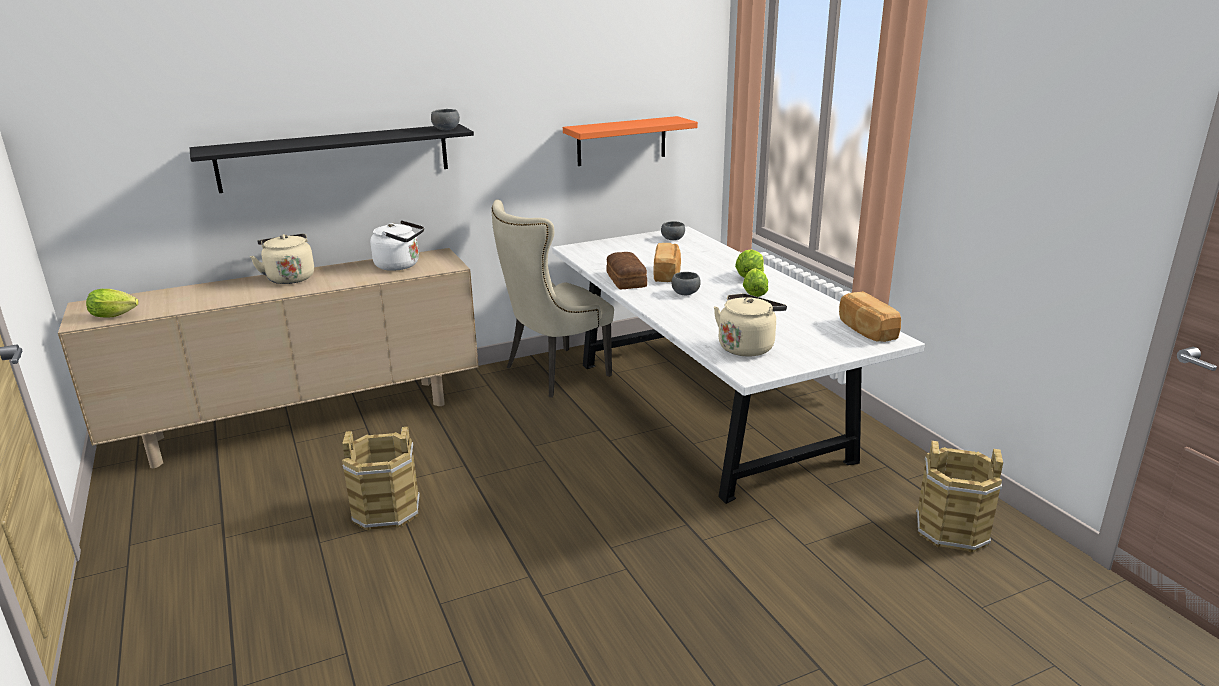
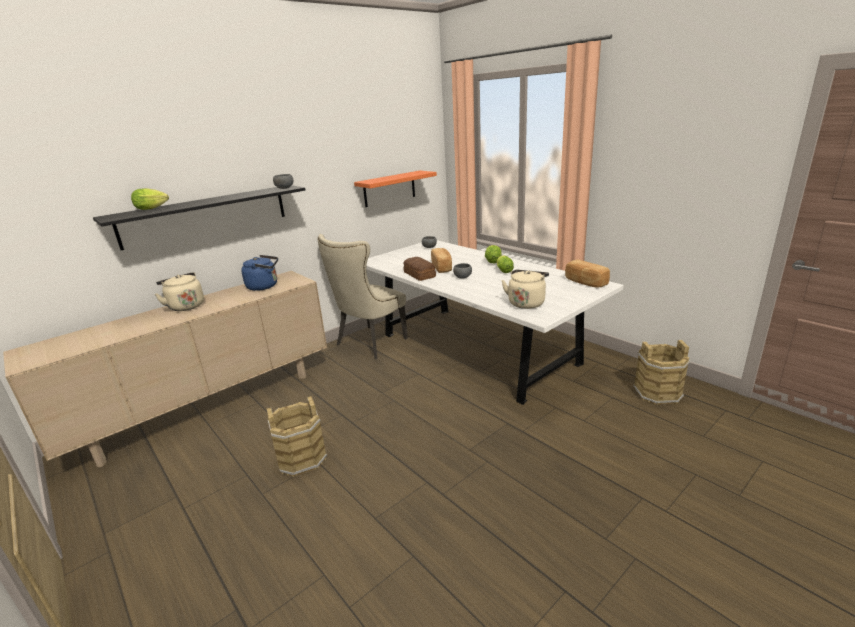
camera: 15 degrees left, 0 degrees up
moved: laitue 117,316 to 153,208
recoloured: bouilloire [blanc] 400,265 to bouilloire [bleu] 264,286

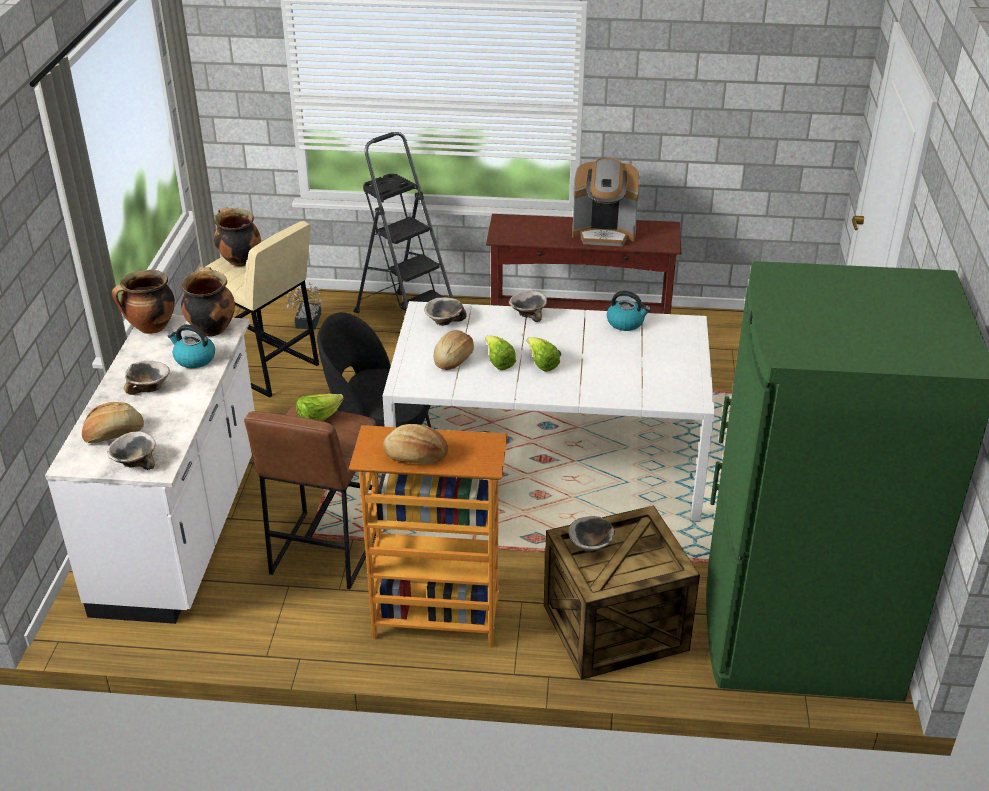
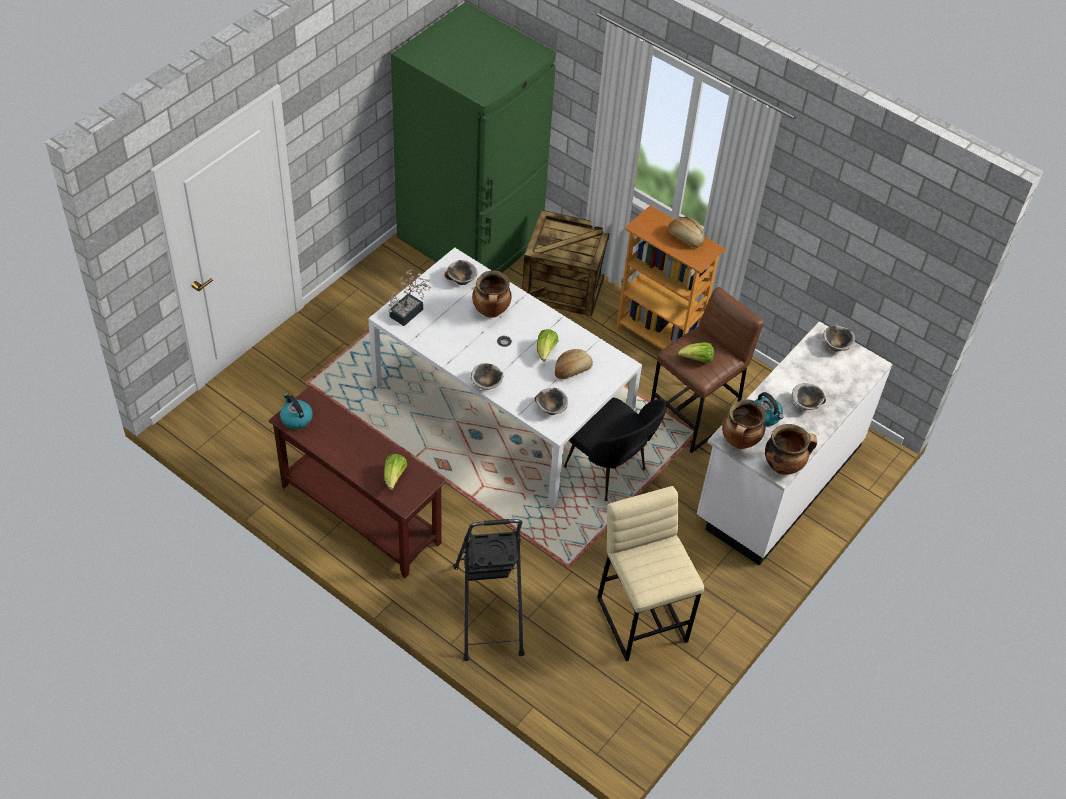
camera: 150 degrees left, 15 degrees up
removed: machine à café 604,233; pain 114,434
moved: marmite 239,260 to 491,312; plante en pot 307,323 to 409,311; bouilloire 626,323 to 296,418; laitue 542,364 to 394,477; bol 591,546 to 462,280

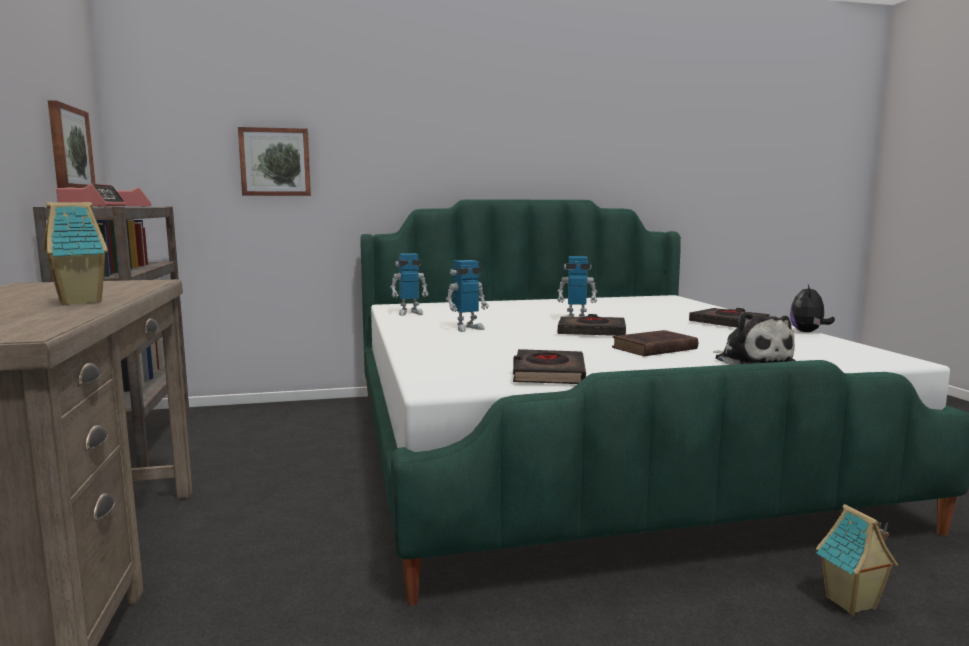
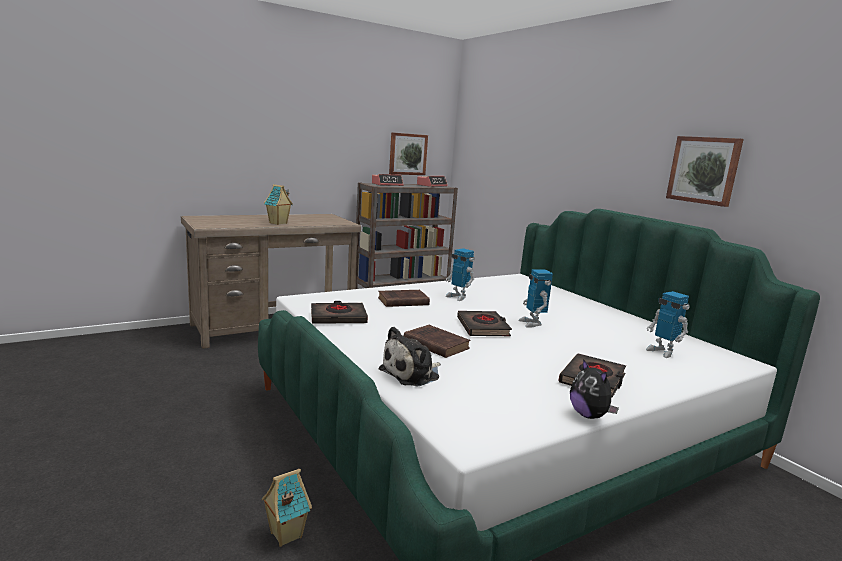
camera: 70 degrees right, 5 degrees up
added: livre [marron] 401,301
moved: tableau 275,162 to 704,170; robot jouet 410,313 to 662,352
turned: peluche 808,332 = 589,415 120 degrees counterclockwise

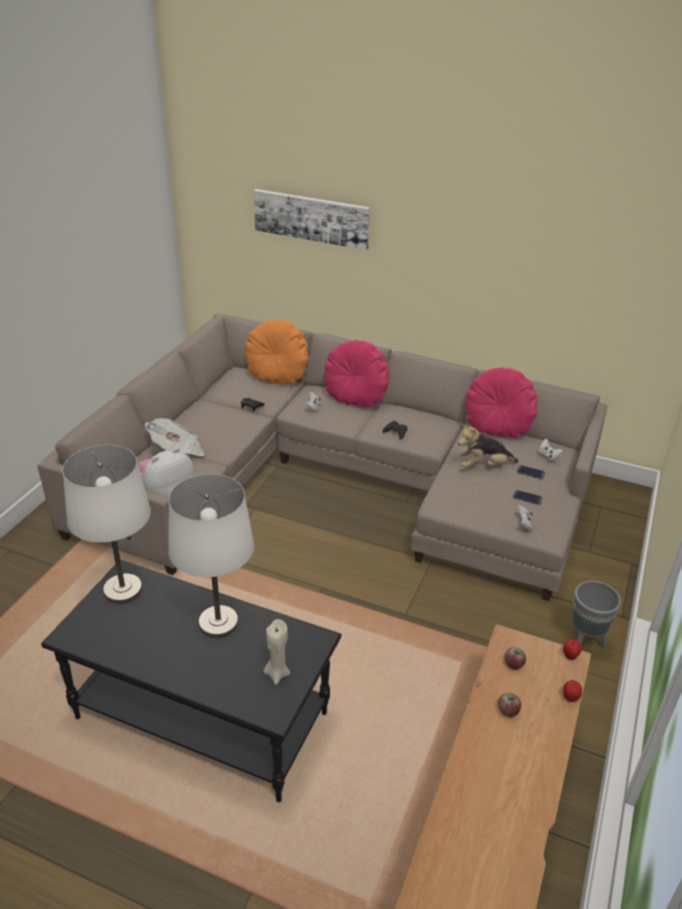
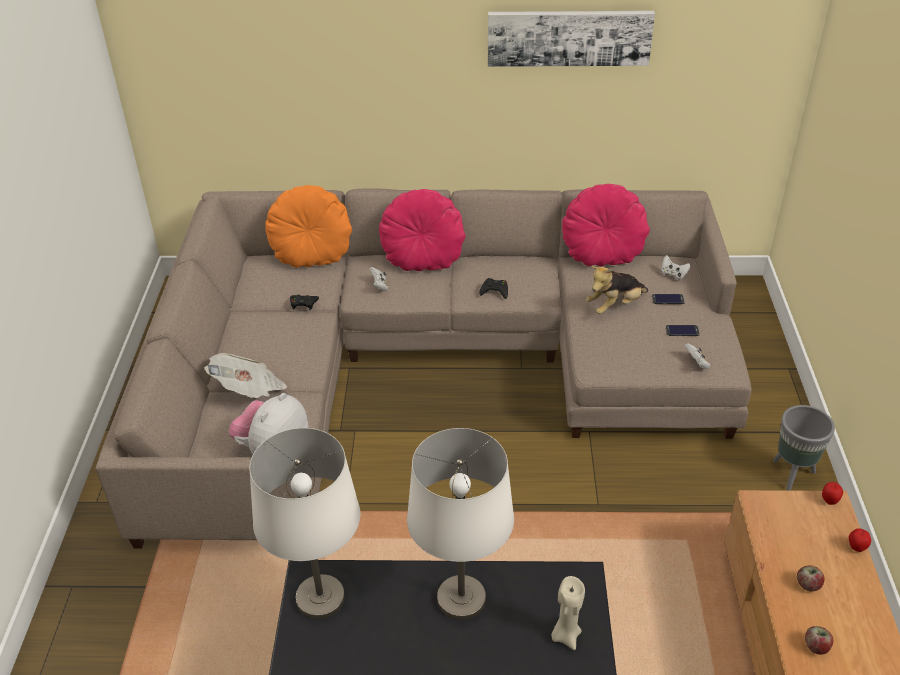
camera: 20 degrees left, 5 degrees up
moved: tableau 312,218 to 569,37; pomme 514,664 to 816,647

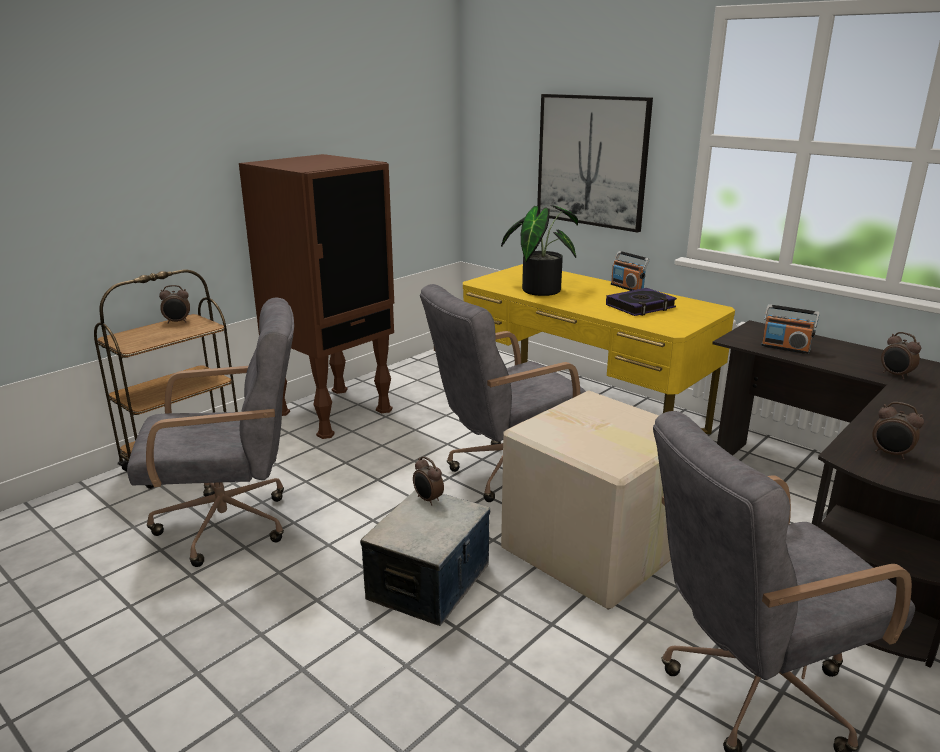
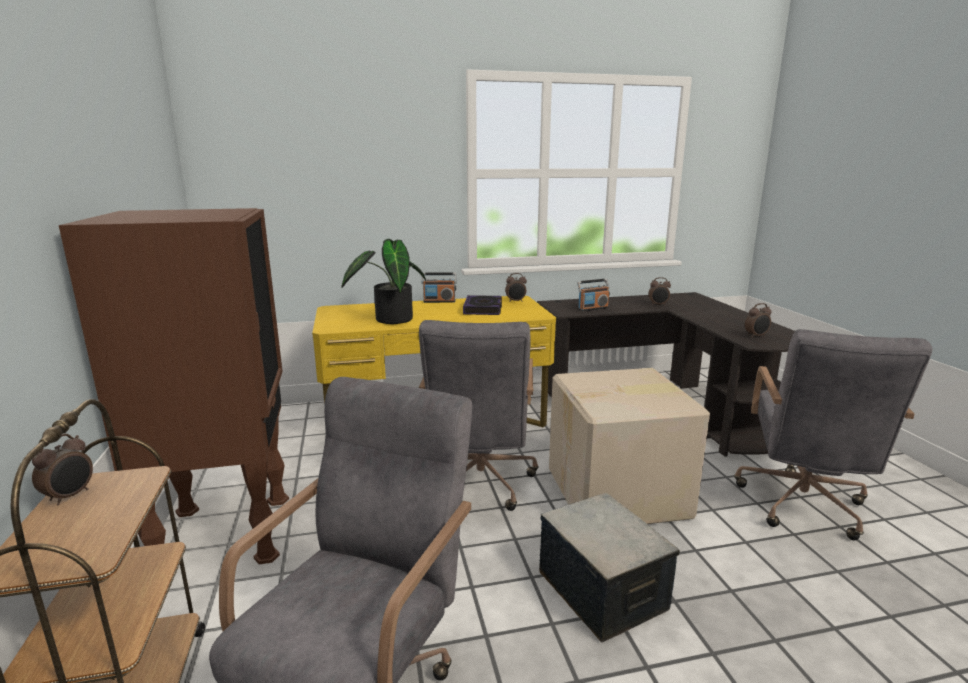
camera: 55 degrees left, 5 degrees down
removed: tableau 592,161
moved: réveil 428,500 to 515,301

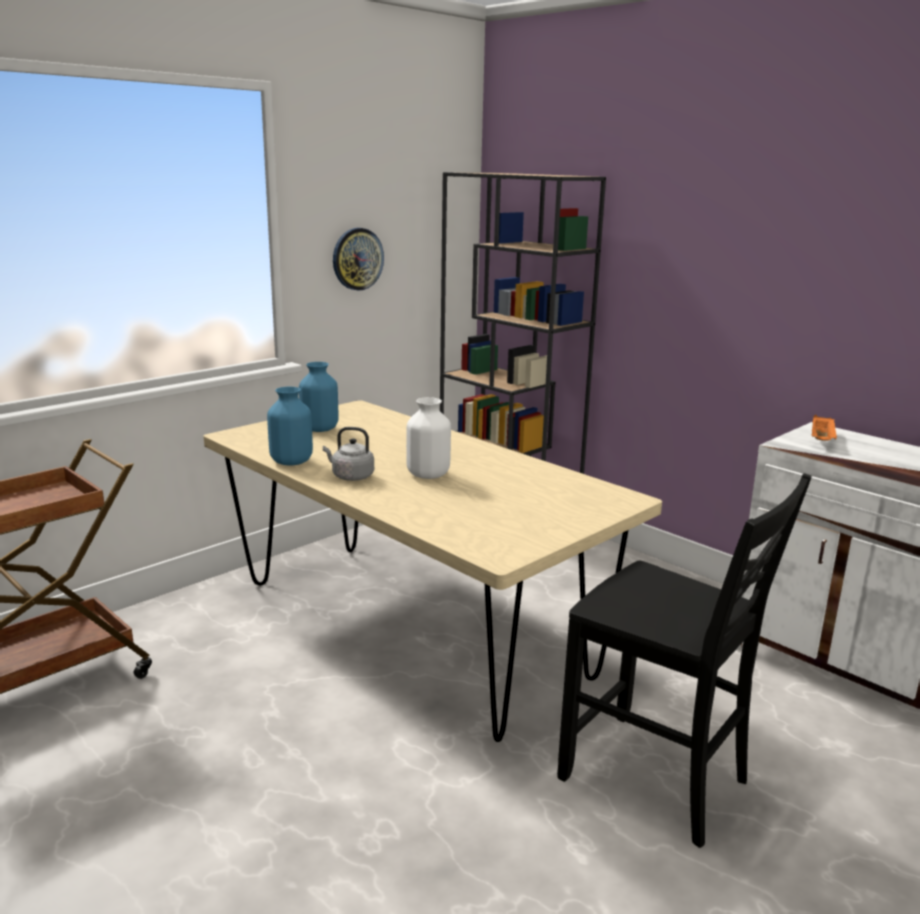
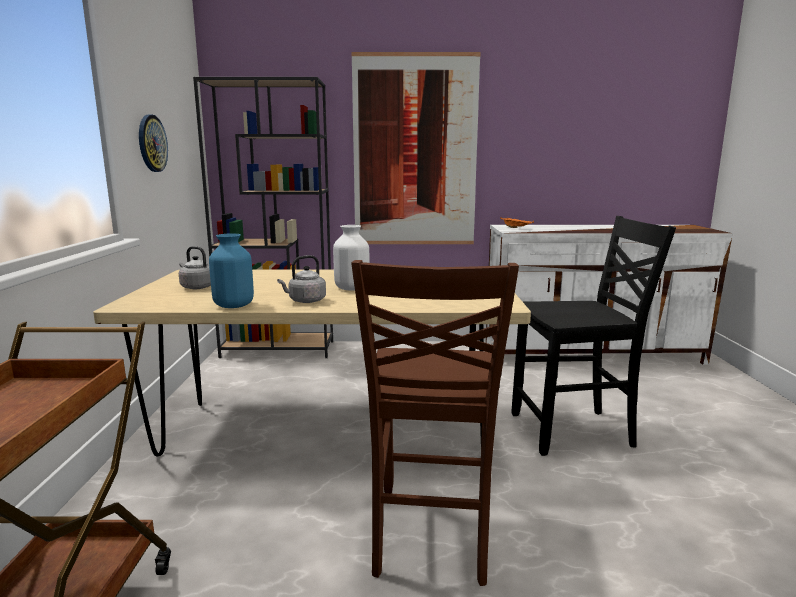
camera: 45 degrees left, 5 degrees down
added: tableau 415,152; chaise [marron] 431,534
replaced: vase [bleu] 319,429 to bouilloire [gris] 196,287

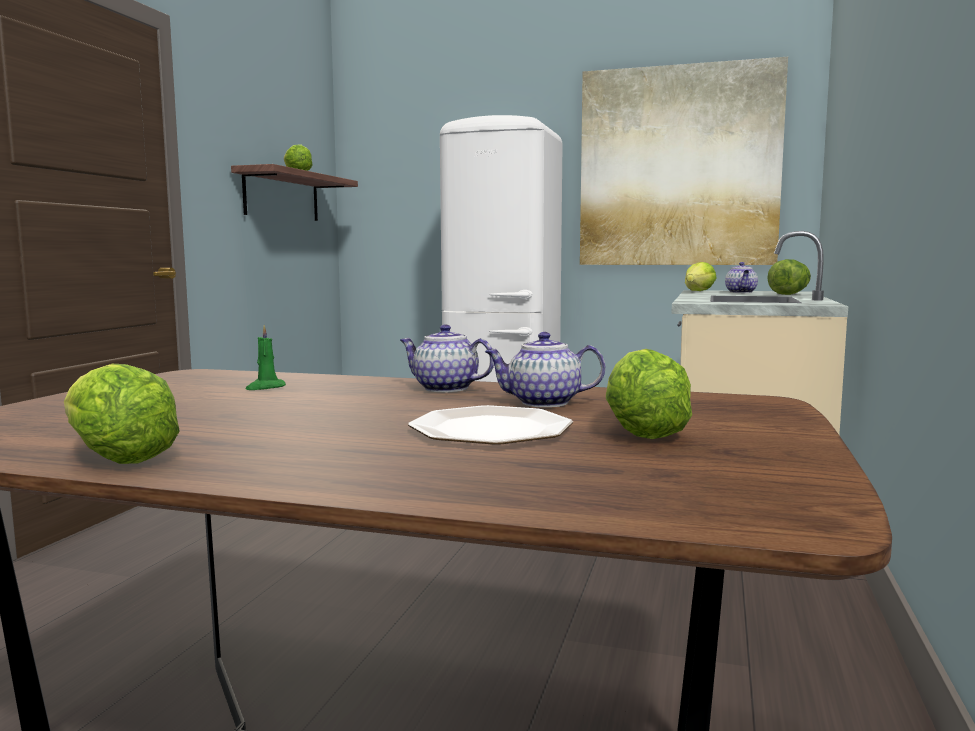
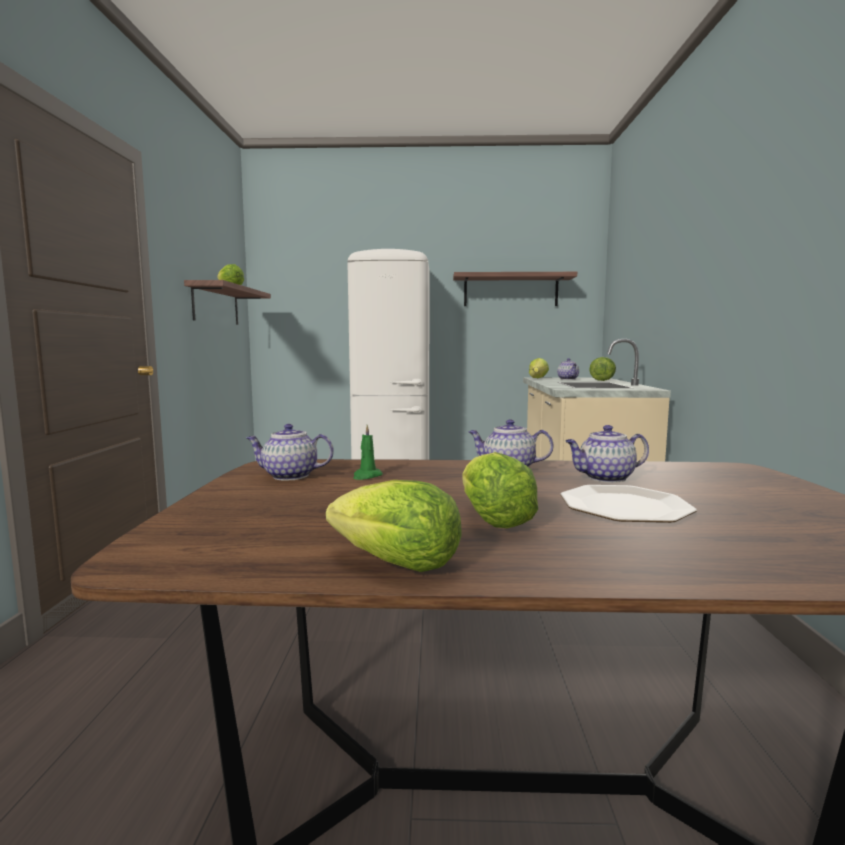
camera: 15 degrees left, 0 degrees up
added: théière 289,476
moved: laitue 642,432 to 493,520
replaced: tableau 678,167 to étagère 510,291

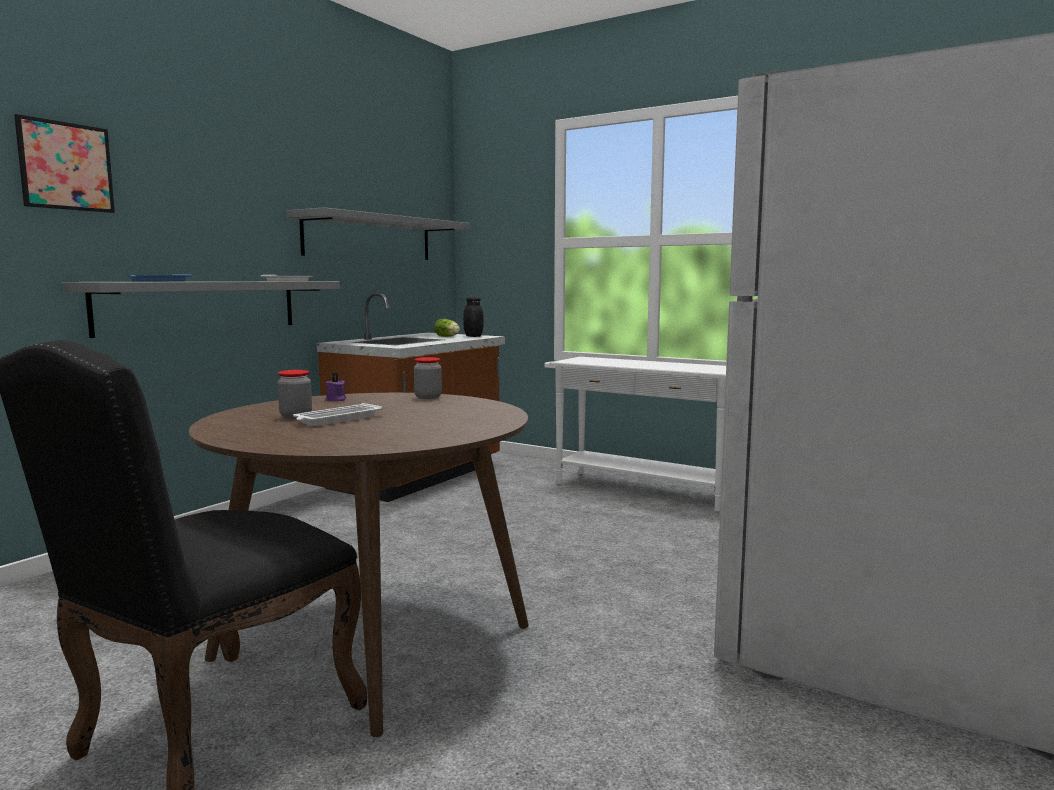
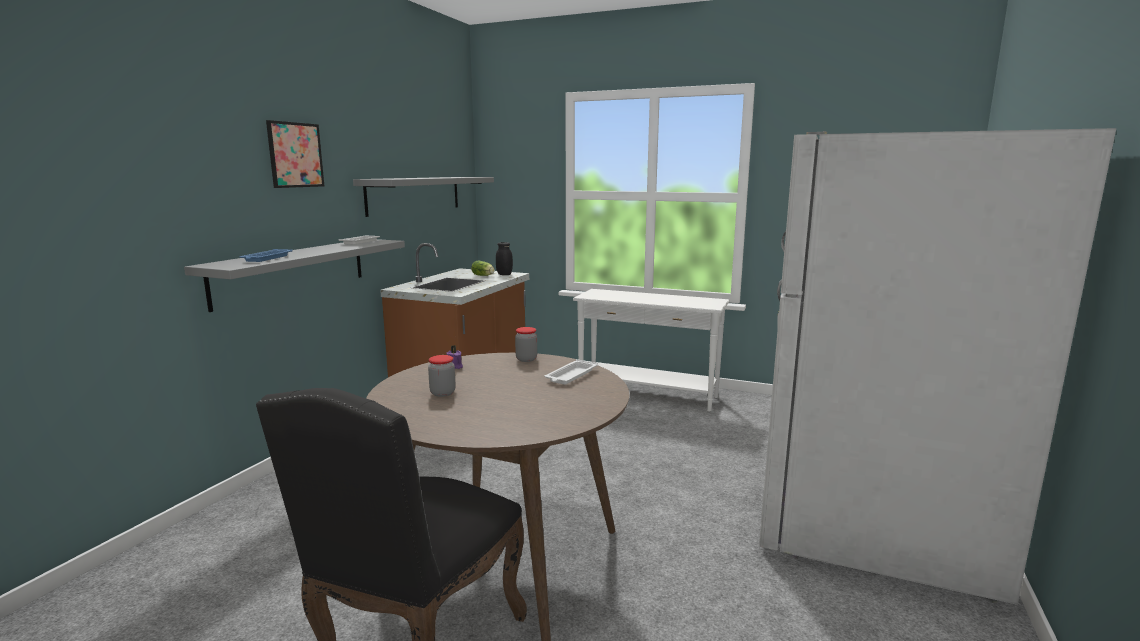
camera: 10 degrees left, 5 degrees up
moved: tableau 66,166 to 295,155; plateau [blanc] 337,419 to 571,376

